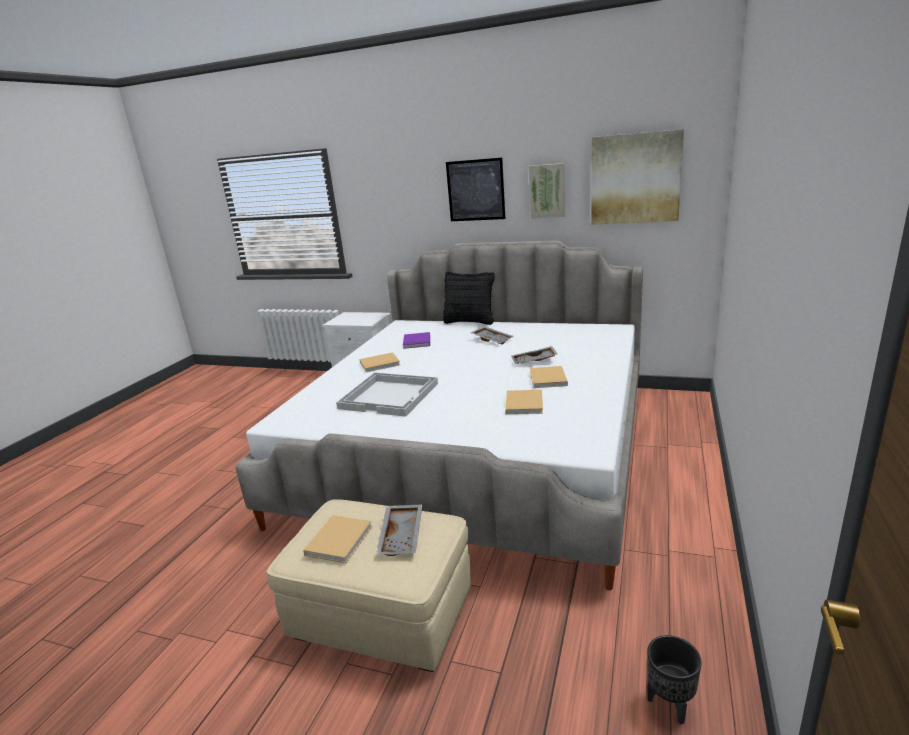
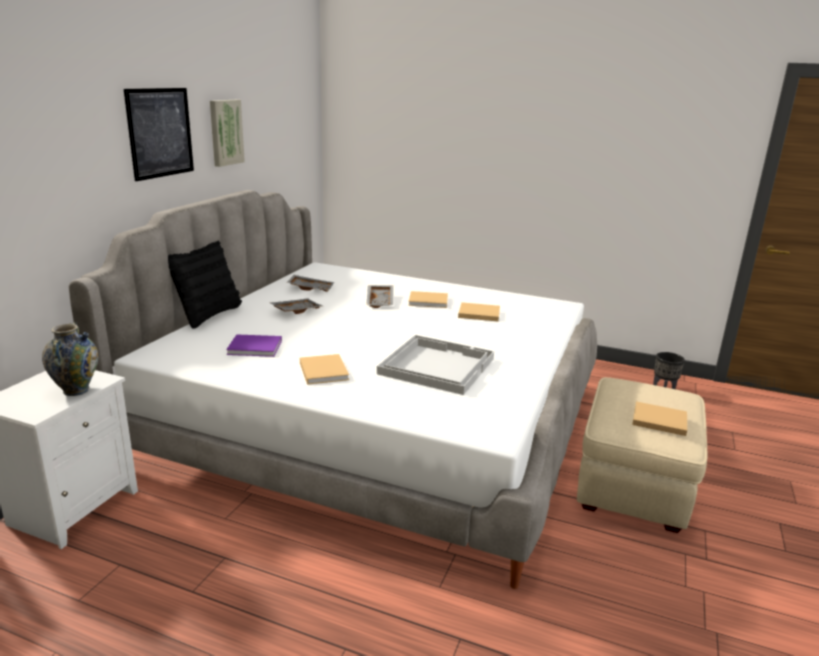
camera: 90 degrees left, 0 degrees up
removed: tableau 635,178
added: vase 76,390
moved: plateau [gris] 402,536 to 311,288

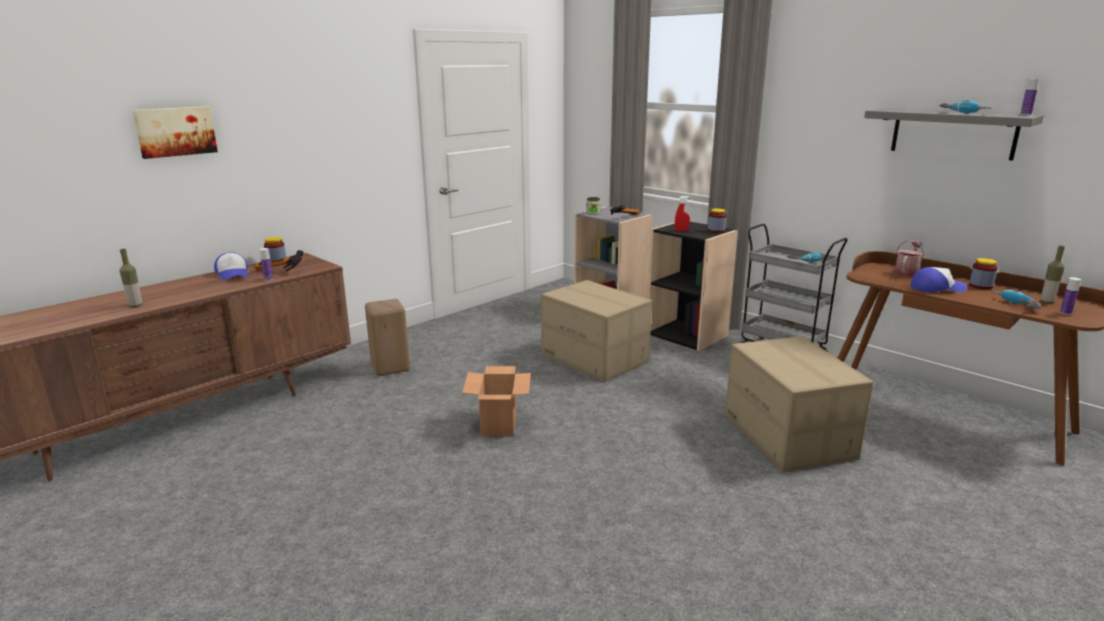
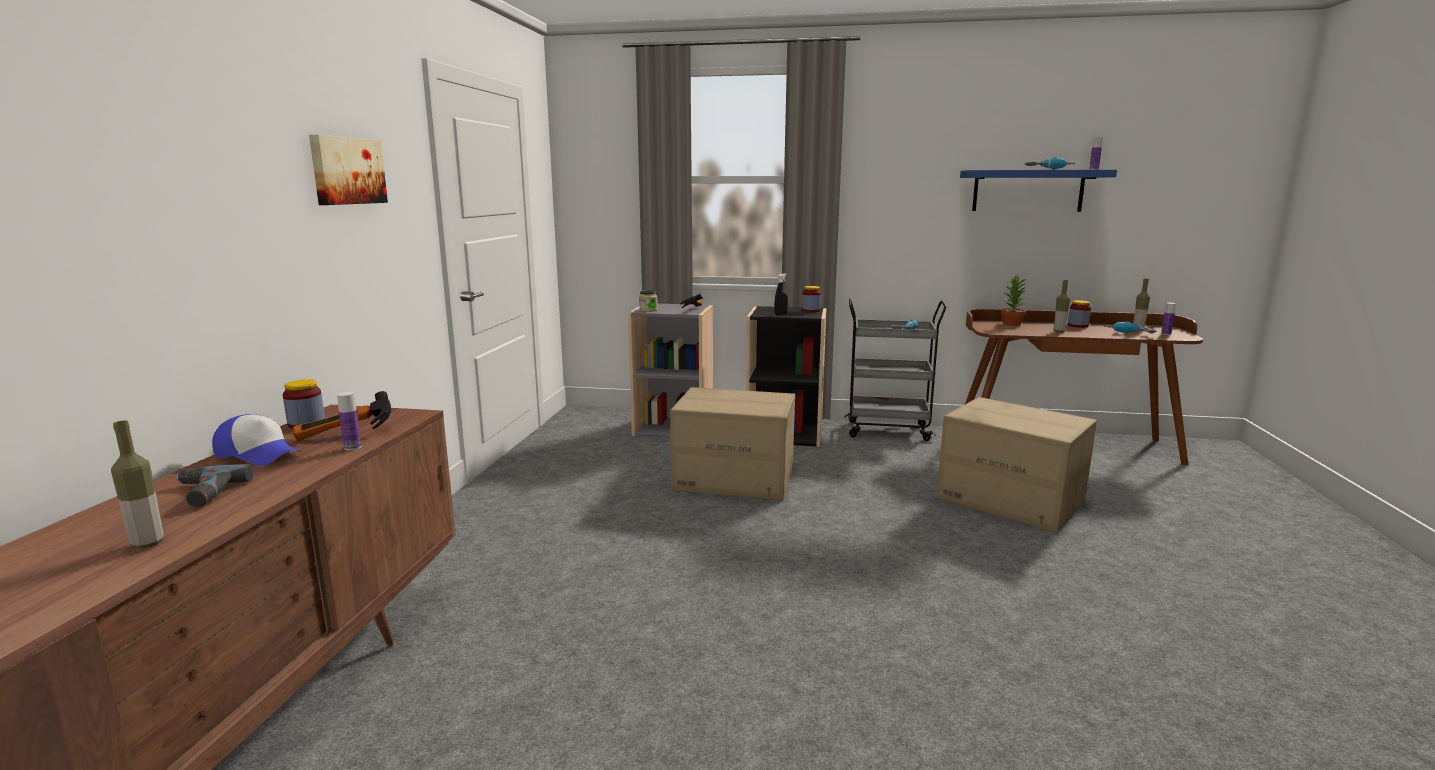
camera: 35 degrees left, 5 degrees down
removed: tabouret [beige] 391,367; carton 498,424
added: perceuse 202,494
moved: tableau 175,131 to 347,171
replaced: arrosoir 907,272 to plante en pot 1012,324; casquette 936,288 to bouteille 1059,331
recoloured: étagère [gris] 953,133 to étagère [bleu] 1027,191; vaporisateur [rouge] 681,231 to vaporisateur [noir] 780,314

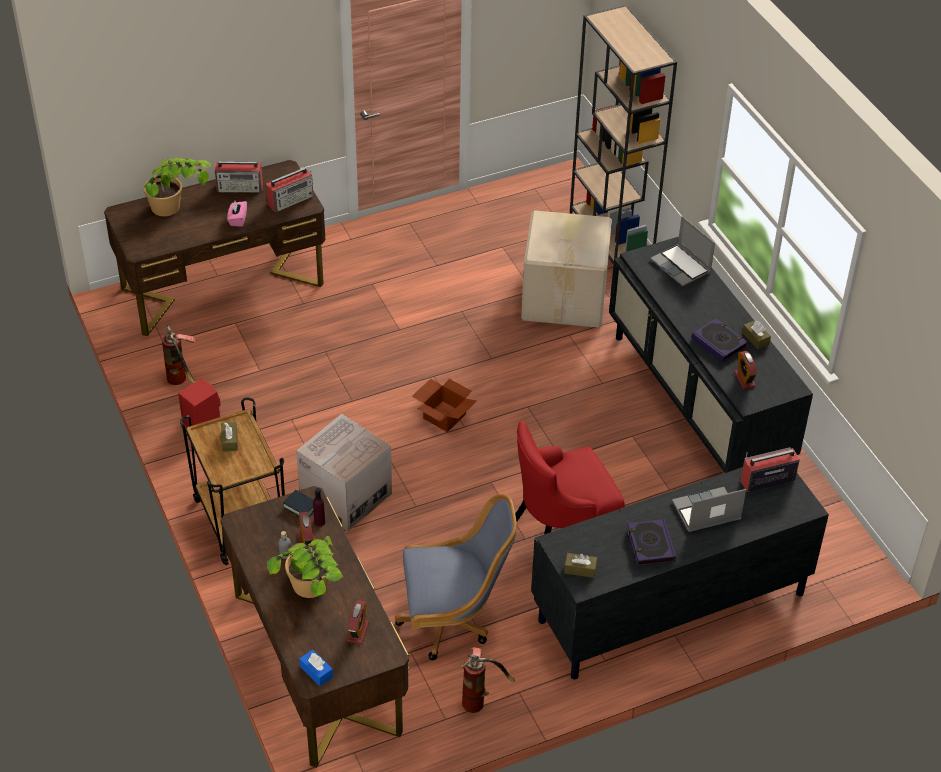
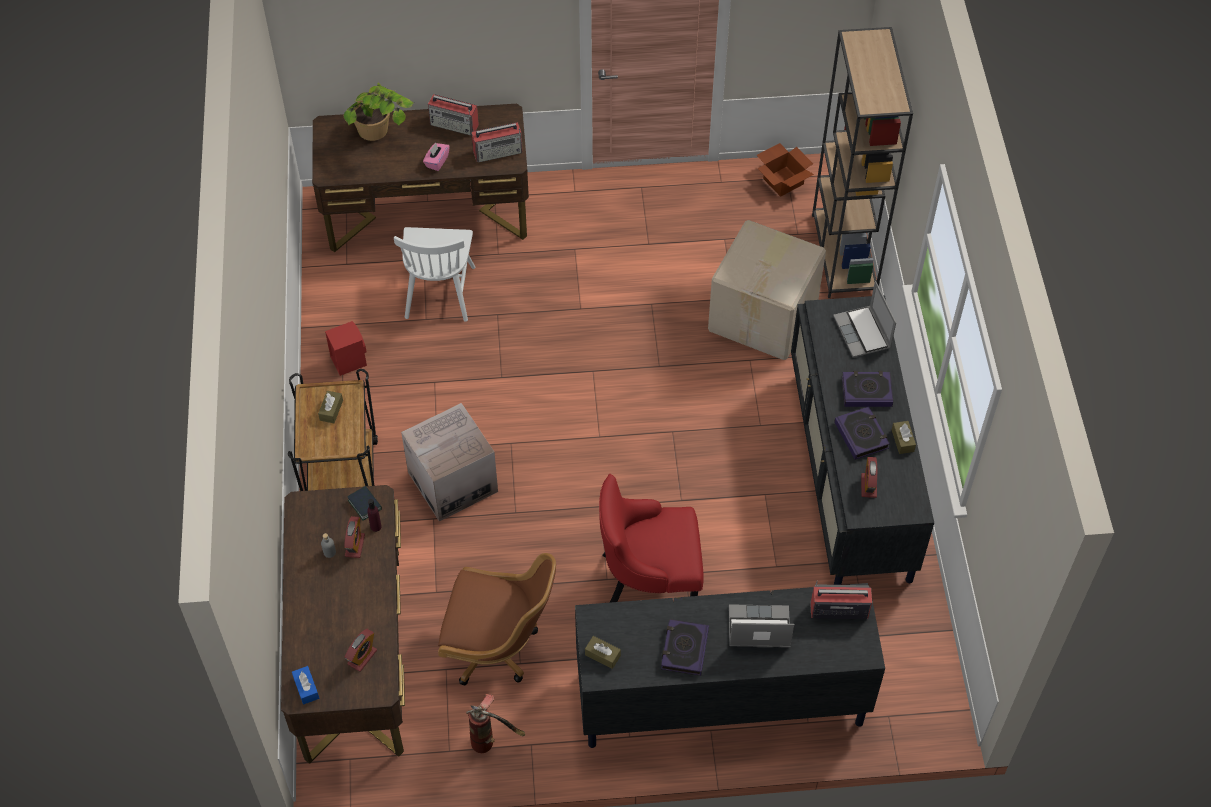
camera: 20 degrees right, 10 degrees up
removed: extincteur 182,381; plante en pot 312,599
added: chaise [blanc] 439,292; livre 866,391
moved: carton 444,415 to 783,180
recoloured: chaise de bureau [bleu] 453,621 to chaise de bureau [marron] 499,649

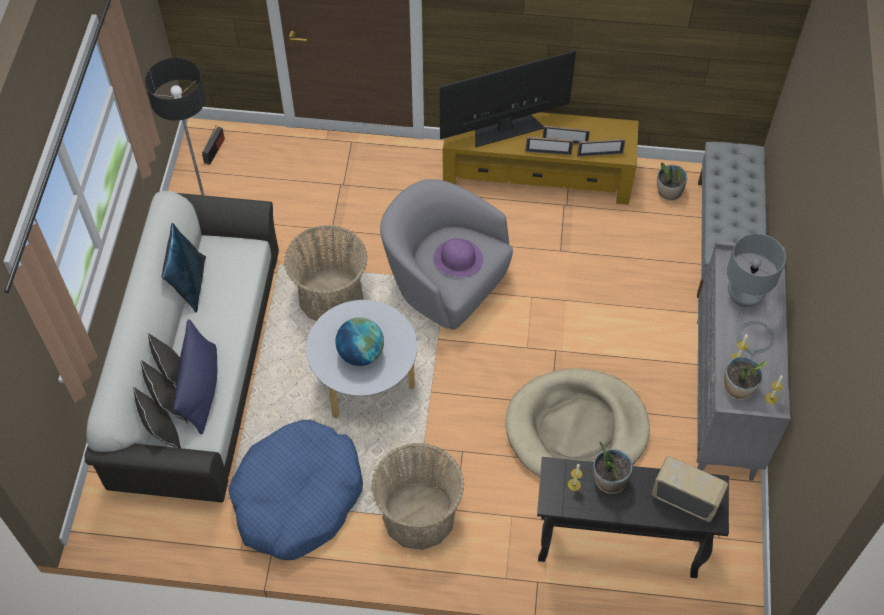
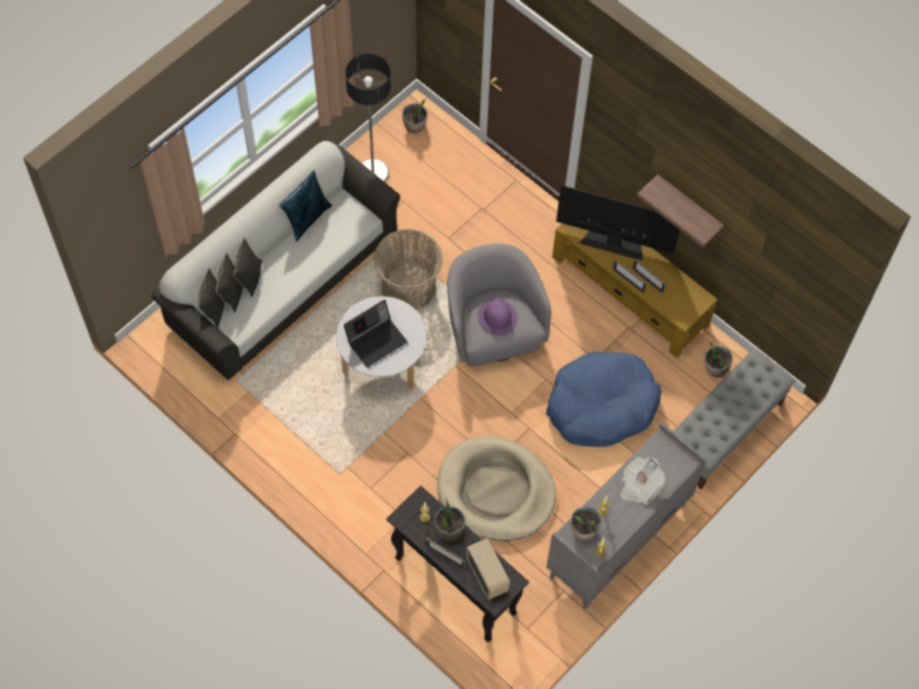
camera: 35 degrees right, 5 degrees up
removed: coussin [bleu] 201,389; panier 418,515
added: étagère 688,207
moved: cadre photo 600,154 to 445,557; panier pour chien [bleu] 297,497 to 601,406
replaced: radio 214,150 to plante en pot 415,126; lampe de table [gris] 747,312 to journal 639,485; globe 361,353 to ordinateur portable 376,340

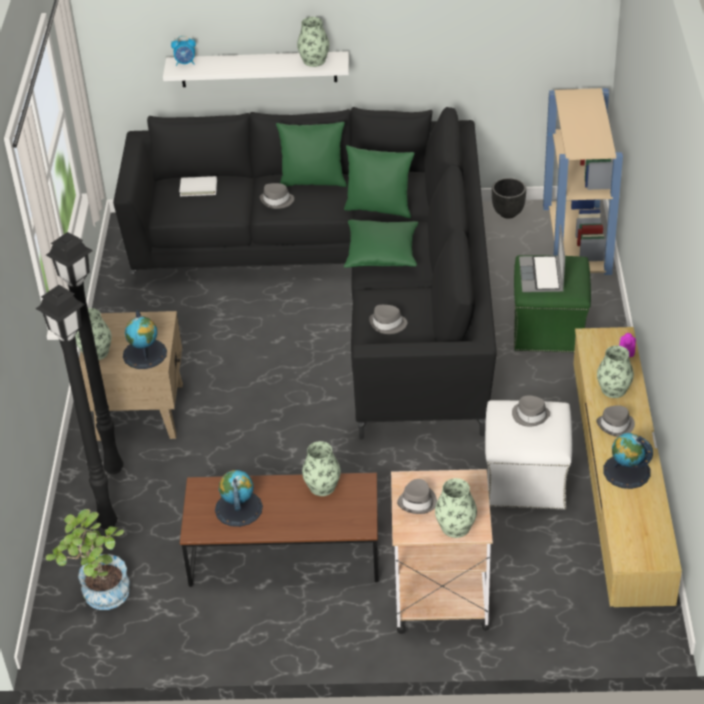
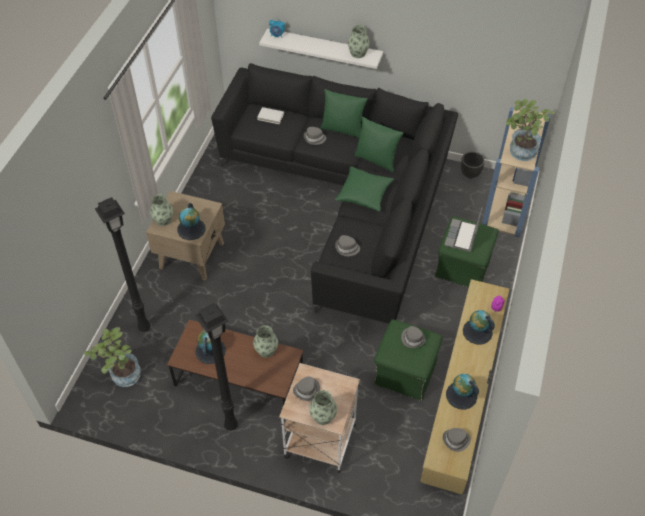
camera: 15 degrees right, 10 degrees up
added: plante en pot 519,153
moved: lampadaire [noir] 114,470 to 231,426; chapeau [gris] 616,425 to 456,440
replaced: vase 613,389 to globe 477,332
recoloured: pouf [blanc] 525,480 to pouf [vert] 404,372

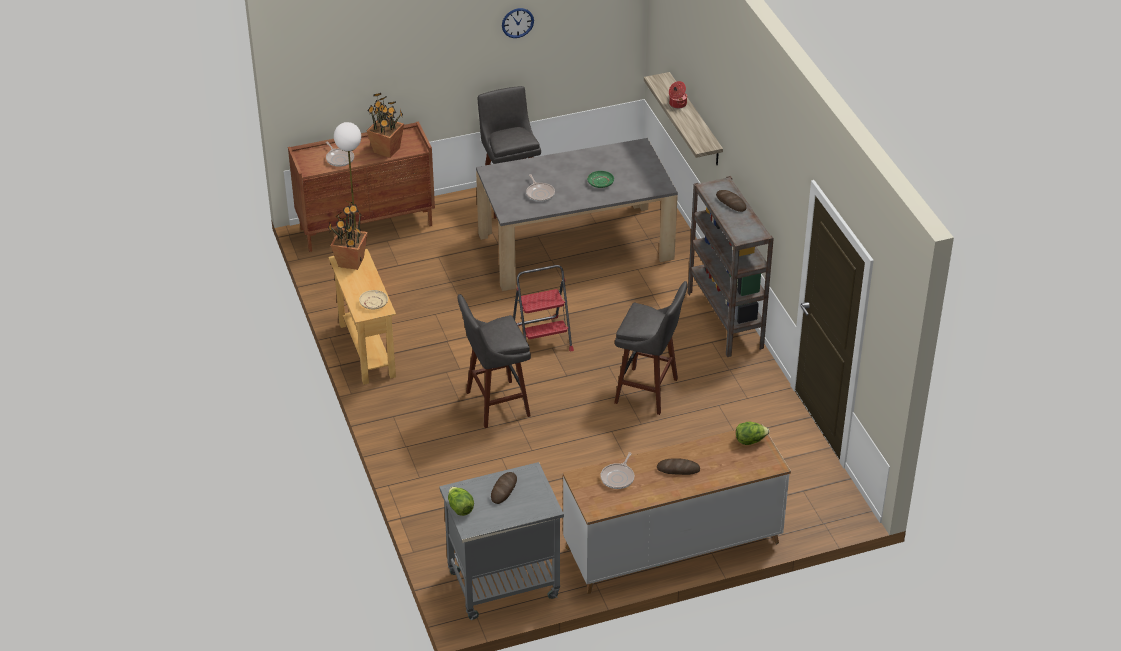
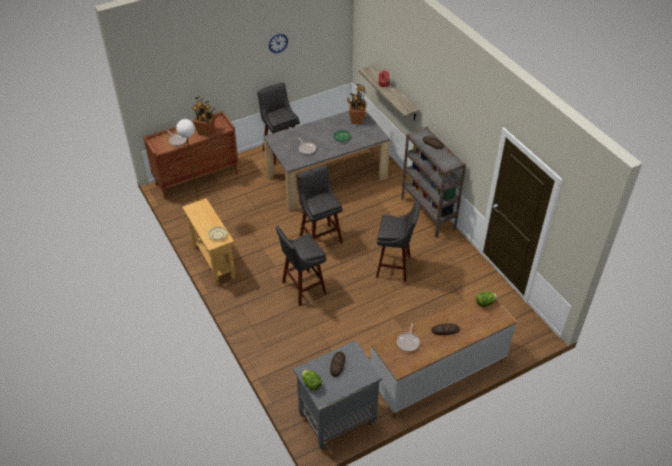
camera: 10 degrees left, 5 degrees up
moved: plante en pot 350,262 to 357,120
replaced: escabeau [rouge] 541,336 to tabouret [gris] 320,238

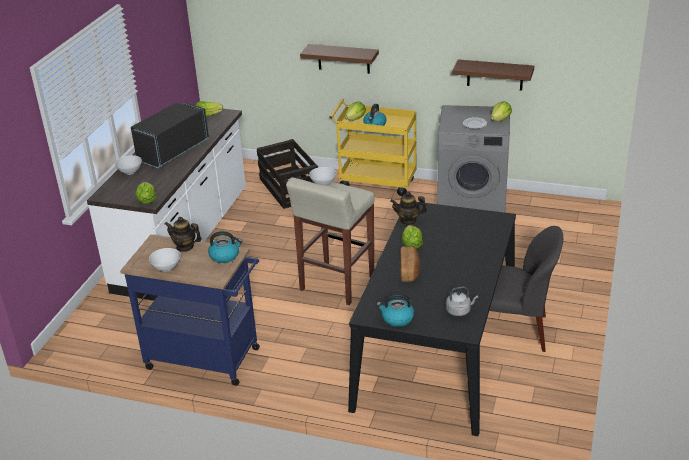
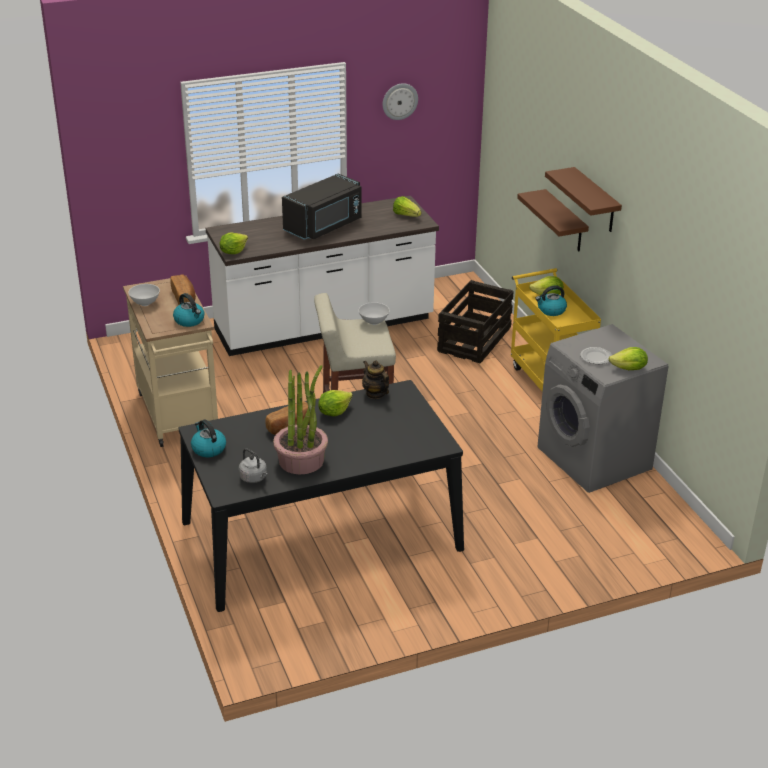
camera: 50 degrees right, 0 degrees up
removed: bol [blanc] 130,172; chaise [gris] 511,331
added: horloge murale 399,101; plante en pot 301,460
moved: étagère [marron] 495,75 to 595,201
replaced: théière 185,247 to pain 184,297
recoloured: chariot [bleu] 206,359 to chariot [beige] 178,416
turned: micro-ondes [noir] 171,150 = 324,226 135 degrees clockwise

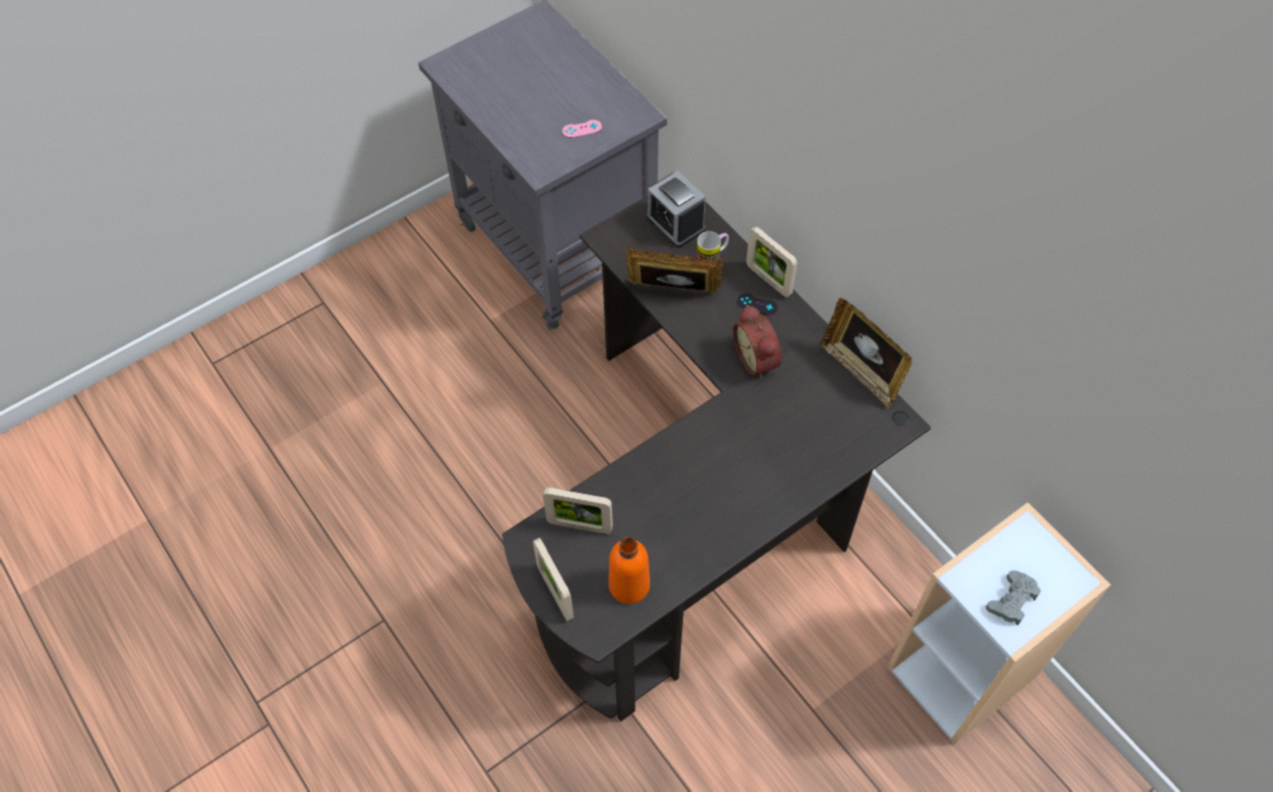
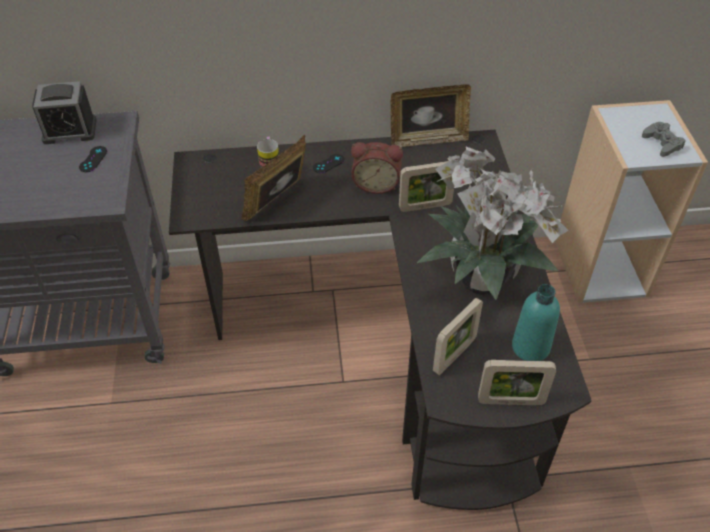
camera: 60 degrees left, 10 degrees down
added: plante en pot 478,279
moved: réveil 675,223 to 70,130; cadre photo 768,280 to 425,206
recoloured: manette [rose] 582,129 to manette [noir] 93,159; bouteille [orange] 629,585 to bouteille [turquoise] 530,347

